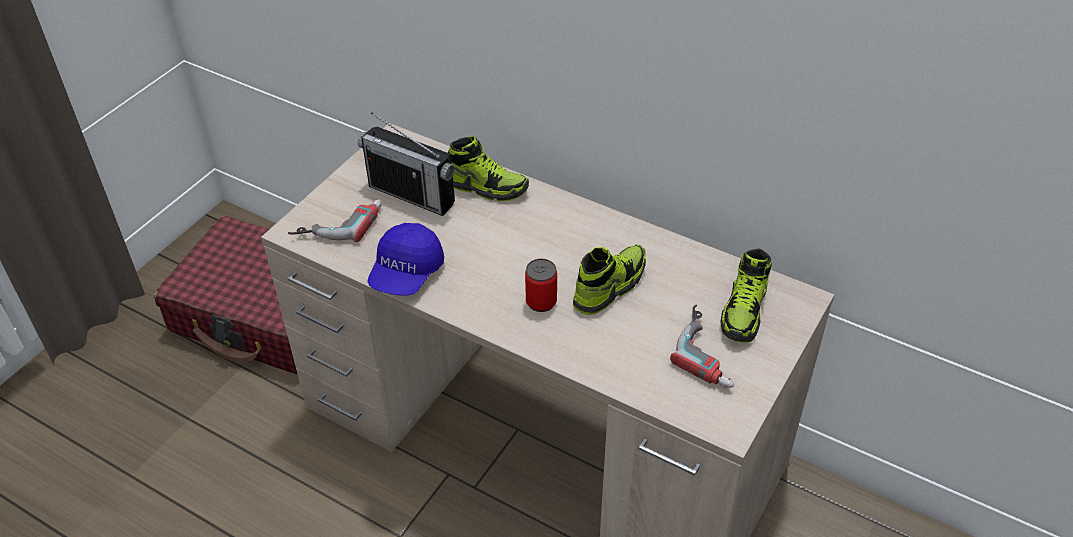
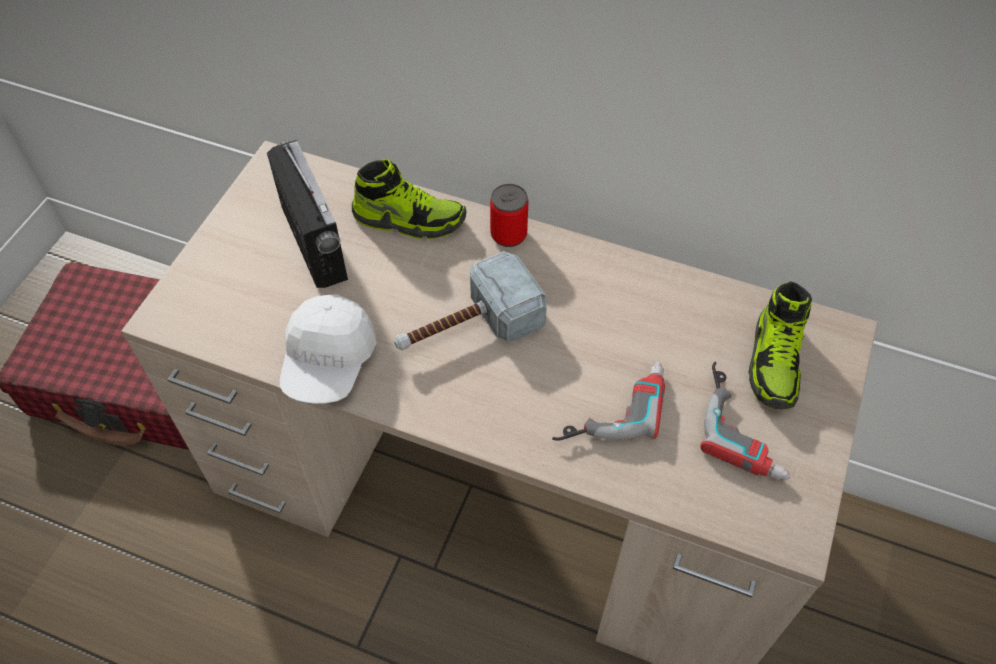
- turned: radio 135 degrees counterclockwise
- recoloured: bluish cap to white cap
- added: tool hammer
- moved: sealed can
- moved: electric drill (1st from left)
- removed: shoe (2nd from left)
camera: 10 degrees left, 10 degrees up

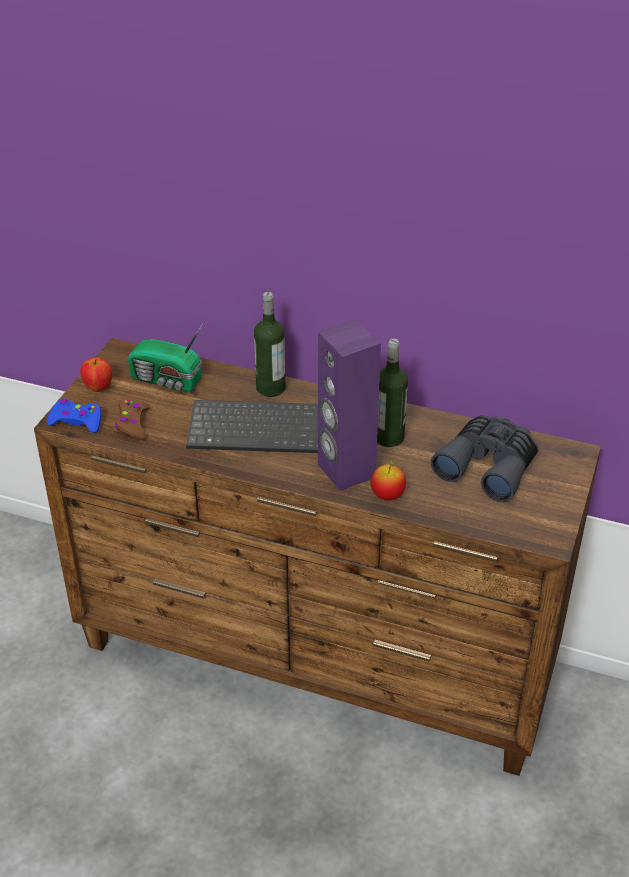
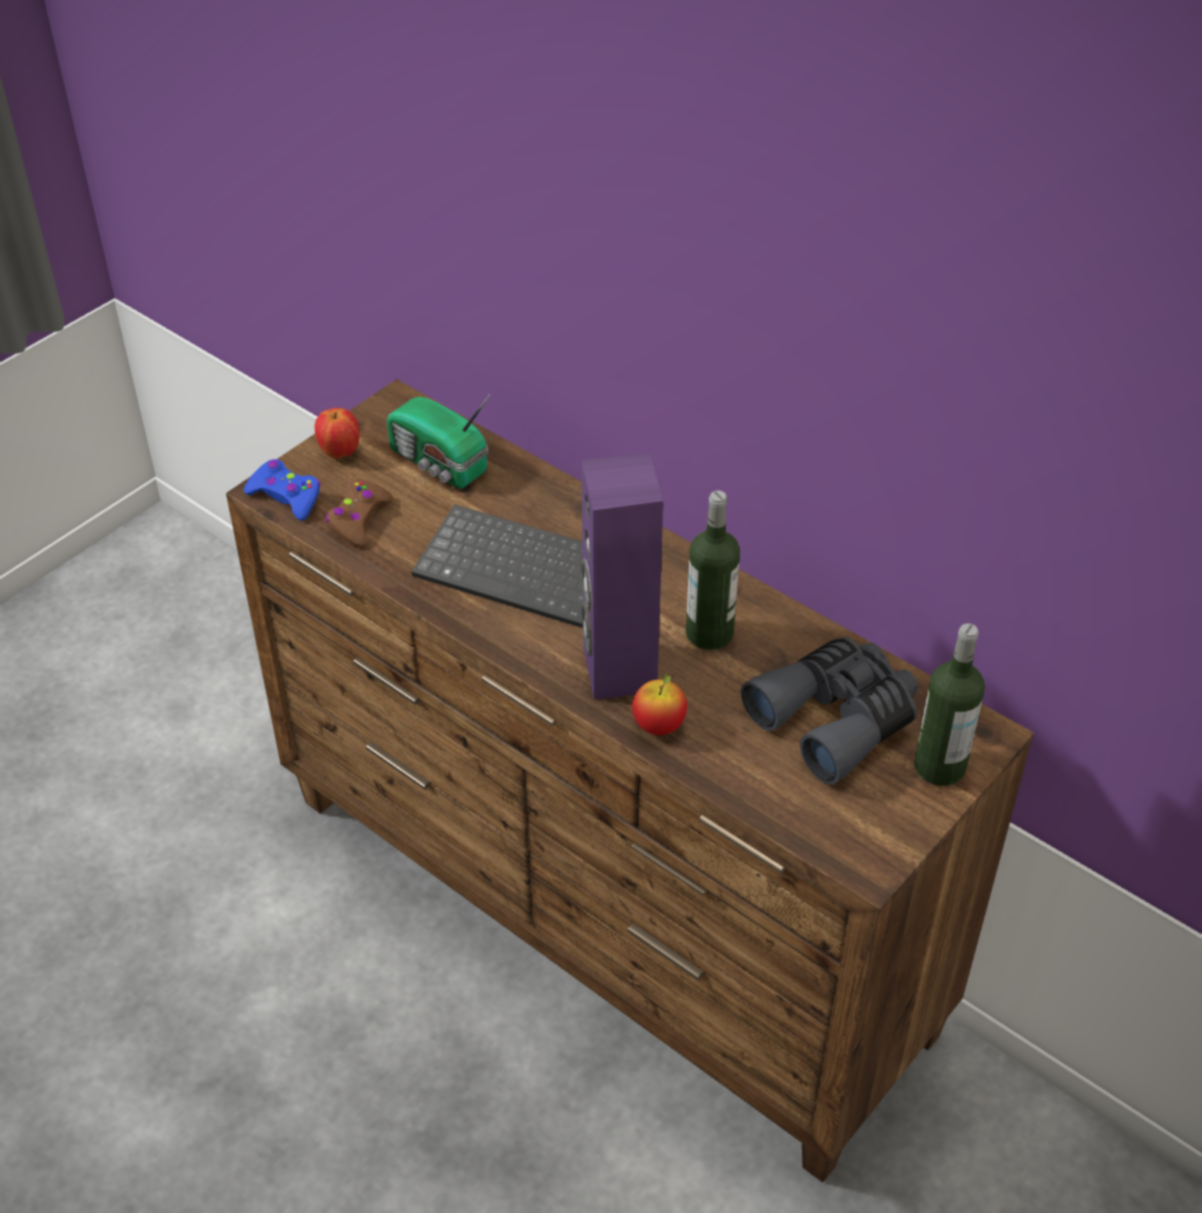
- moved: beverage bottle (1st from left in the first image) to beverage bottle (2nd from left)
camera: 20 degrees right, 5 degrees up

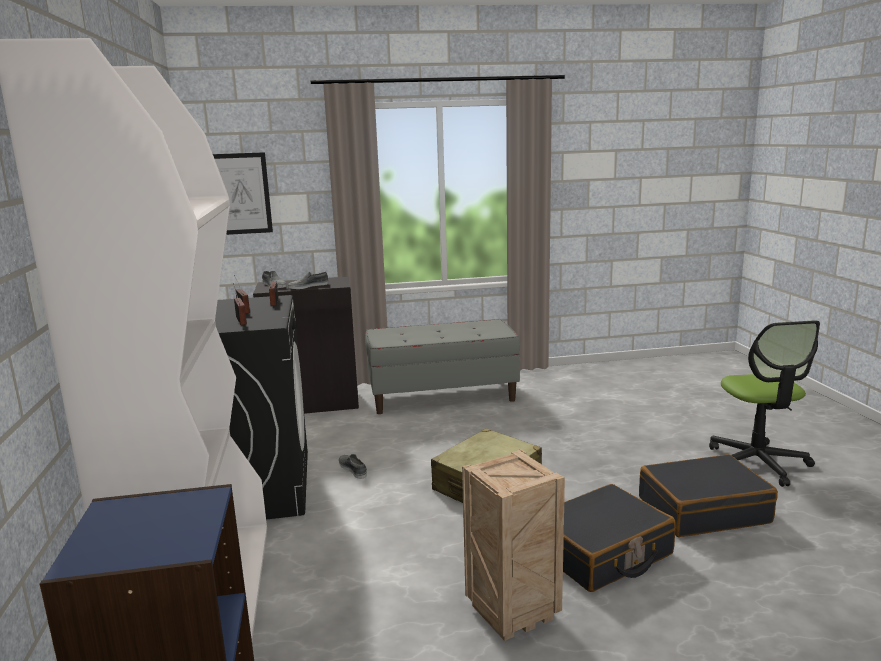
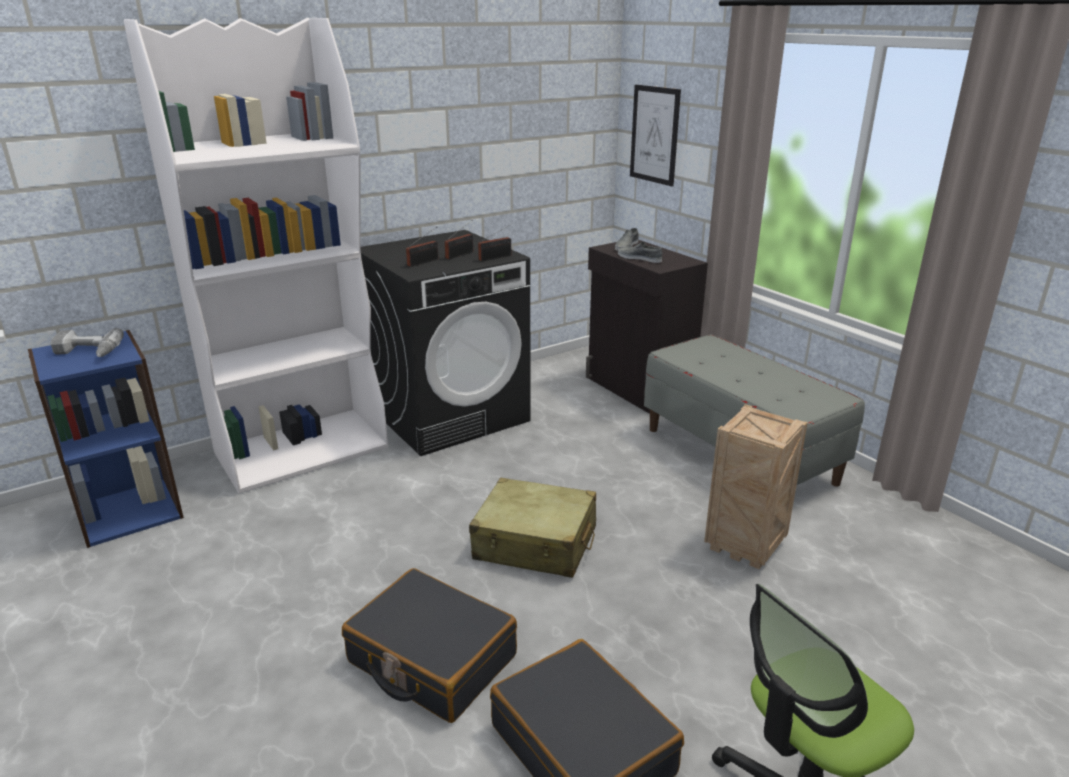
- added: electric drill
- moved: crate
- removed: grey shoe (3rd from left)
camera: 65 degrees right, 10 degrees up

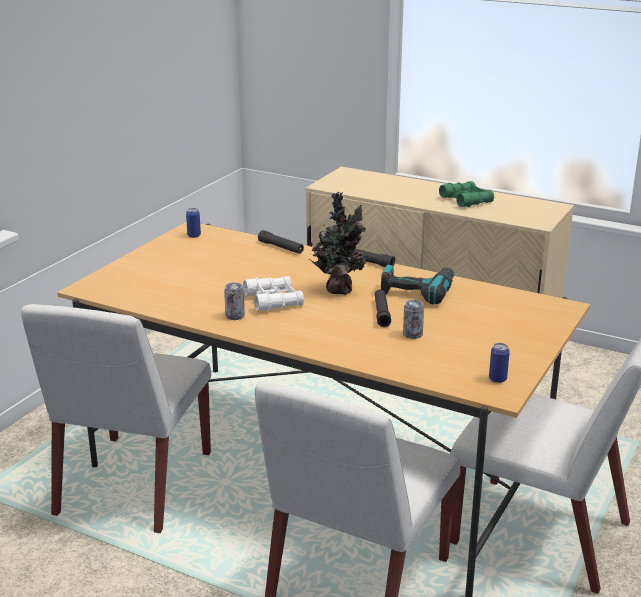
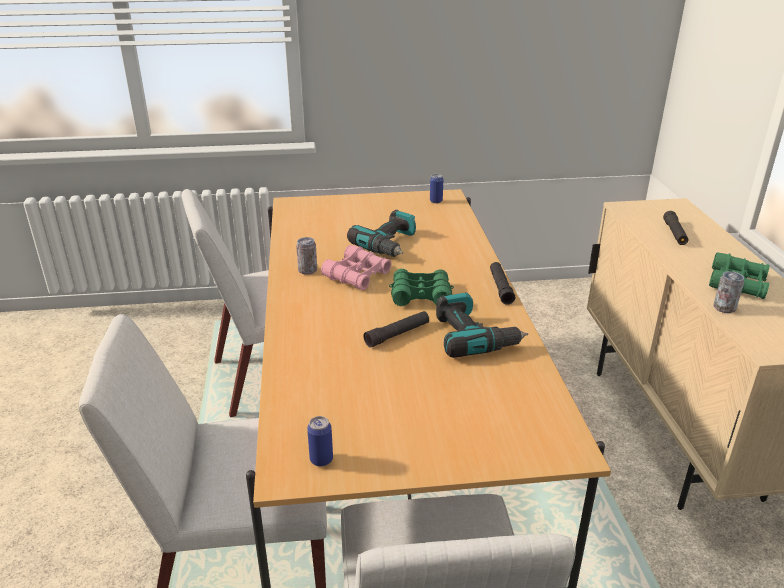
- recoloured: white binoculars to pink binoculars
- added: electric drill (1st from left)
- replaced: plant in a pot to greenish binoculars (1st from left)
- moved: black-coloured flashlight (1st from left in the first image) to black-coloured flashlight (3rd from left)
- moved: sealed can (3rd from left in the first image) to sealed can (4th from left)
camera: 55 degrees right, 5 degrees up

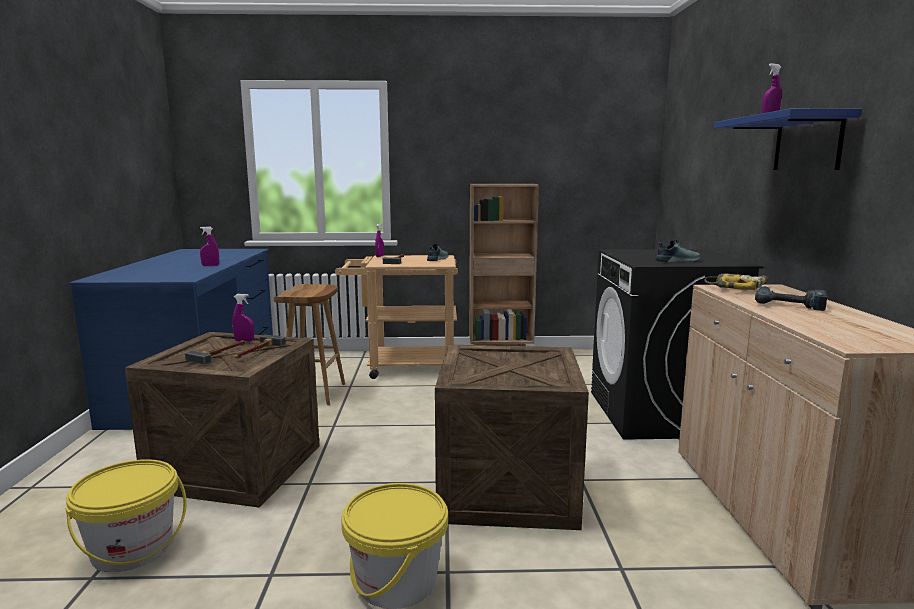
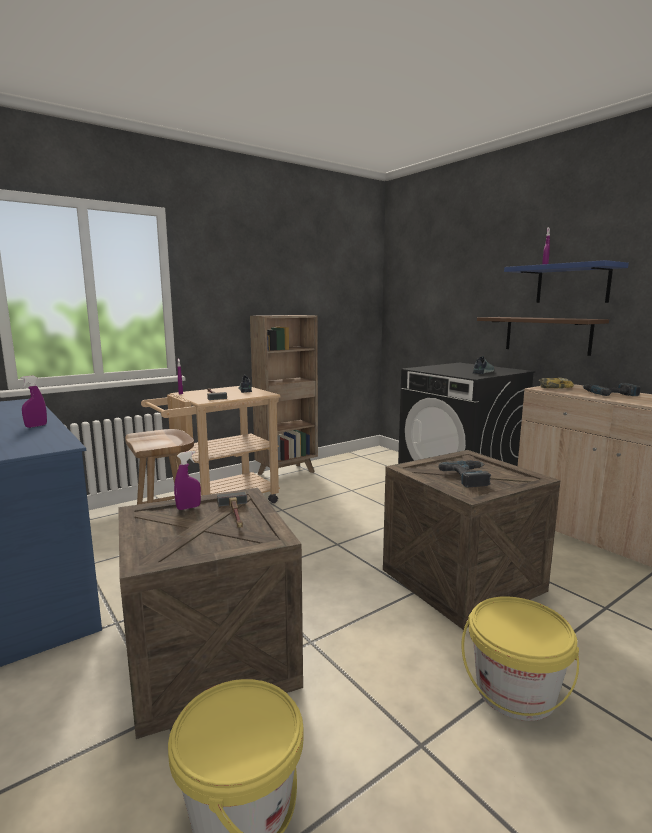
- added: electric drill (1st from left)
- added: brown-coloured wall shelf
- removed: tool hammer (1st from left)
camera: 35 degrees left, 0 degrees up

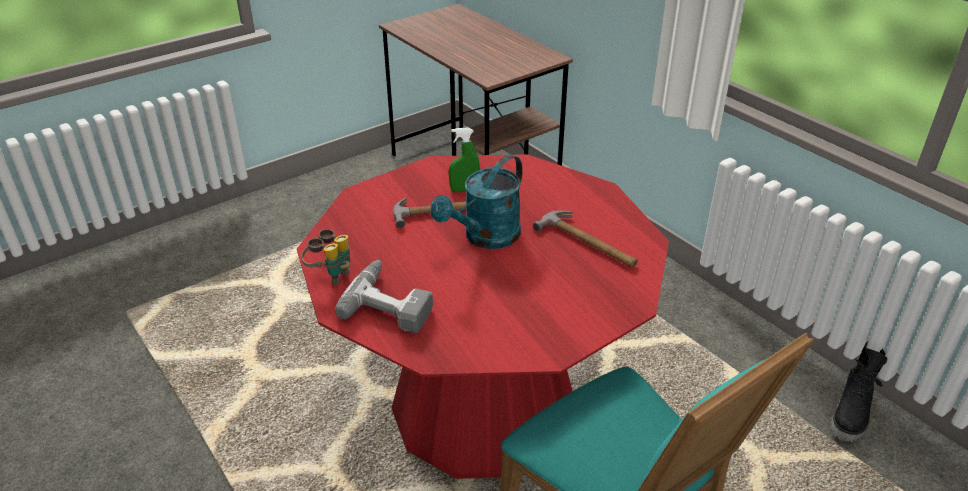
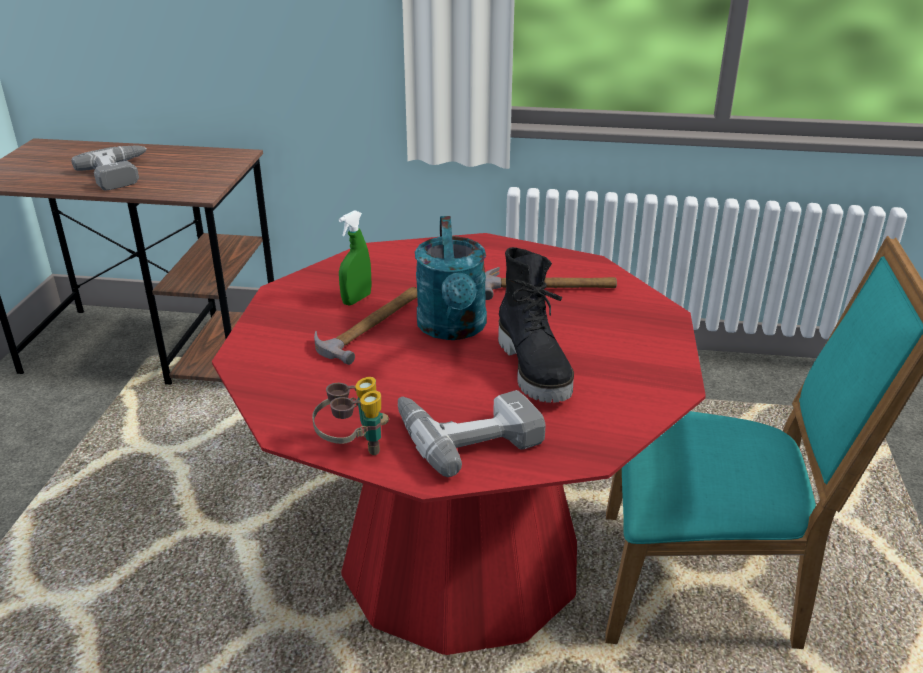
- added: electric drill (1st from left)
- moved: black-coloured tall boot
camera: 45 degrees left, 5 degrees down

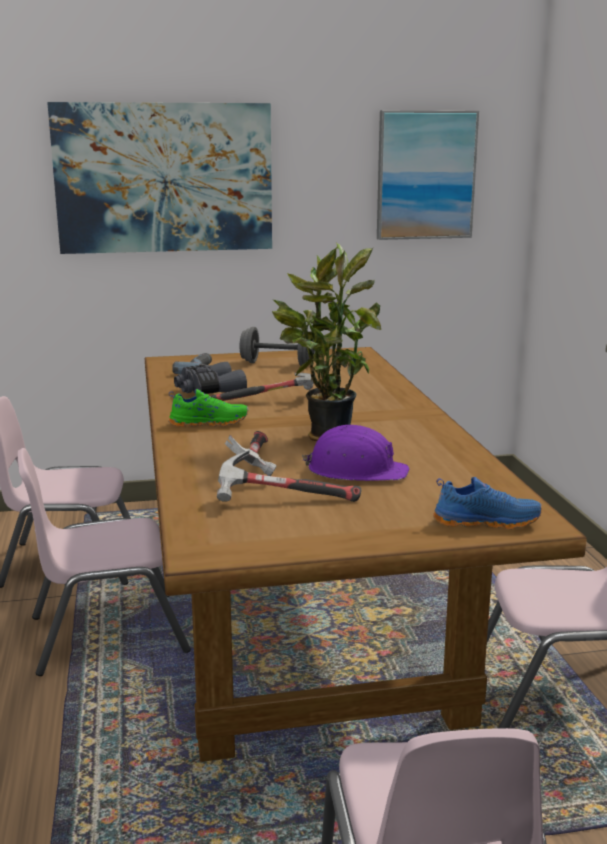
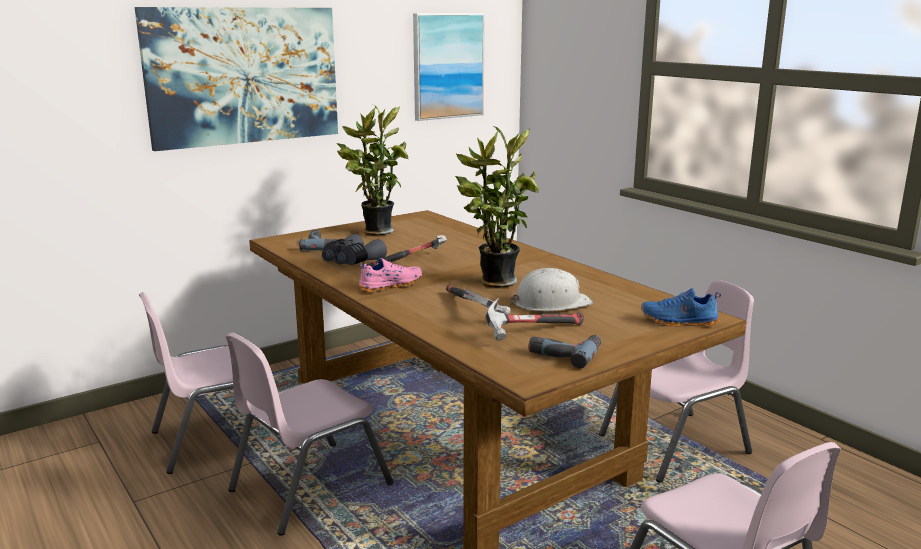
- replaced: grey free weight to plant in a pot (1st from left)
- recoloured: greenish shoe to pink shoe
- recoloured: purple-coloured hard hat to white hard hat
- added: electric drill (2nd from left)
- turned: bluish shoe 150 degrees counterclockwise
camera: 25 degrees left, 0 degrees up

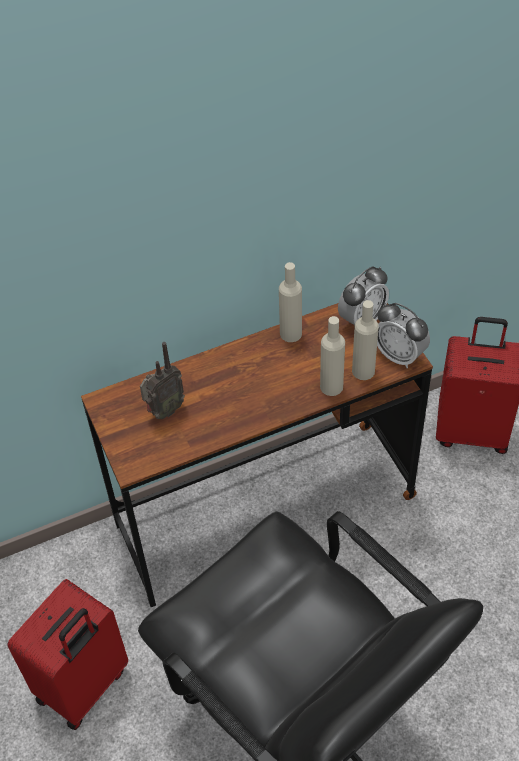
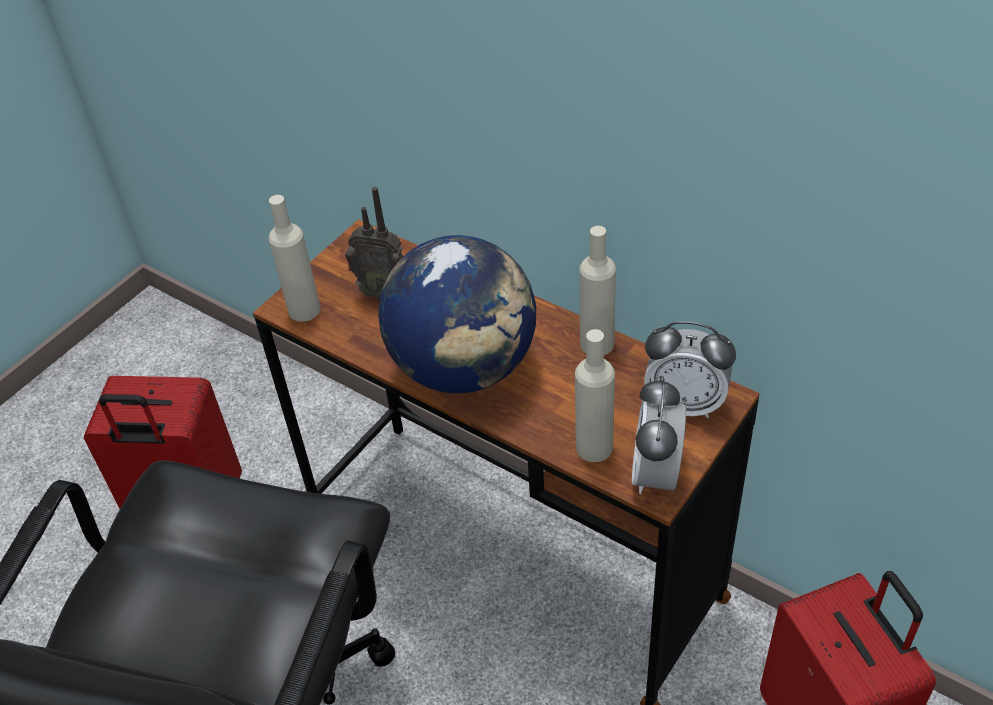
- moved: sand-coloured beverage bottle (2nd from left in the first image) to sand-coloured beverage bottle (1st from left)
- added: desk globe
camera: 60 degrees right, 5 degrees down

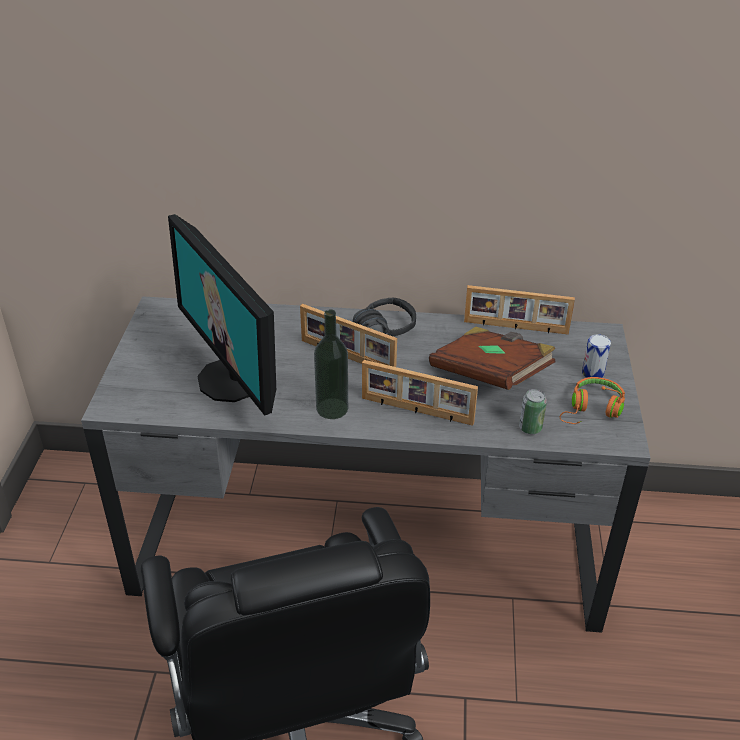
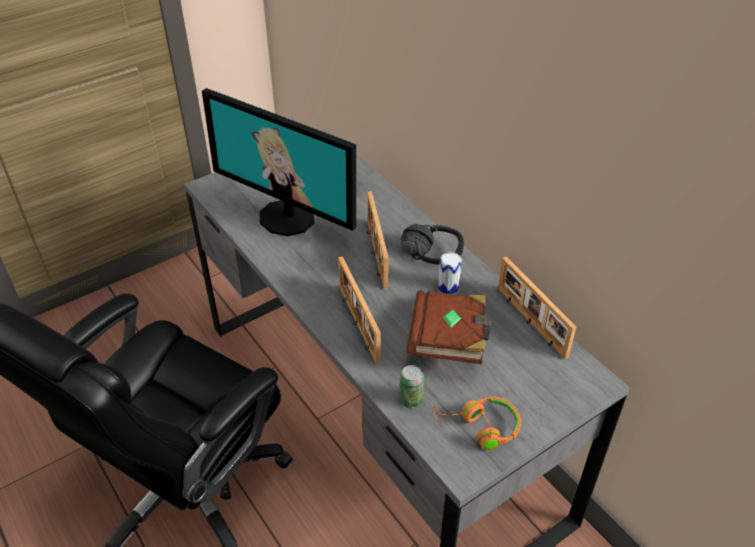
- turned: computer display 75 degrees counterclockwise
- moved: sealed can (2nd from left)
- removed: beverage bottle
camera: 50 degrees right, 5 degrees up

